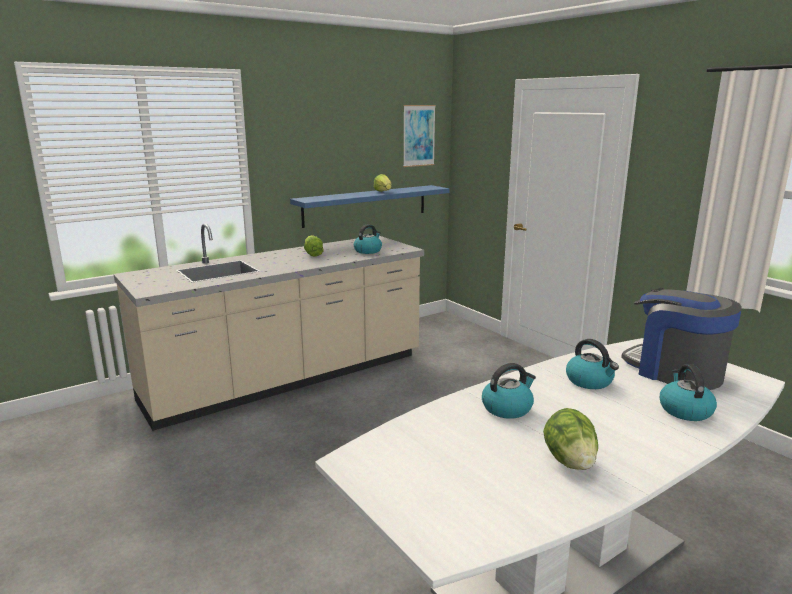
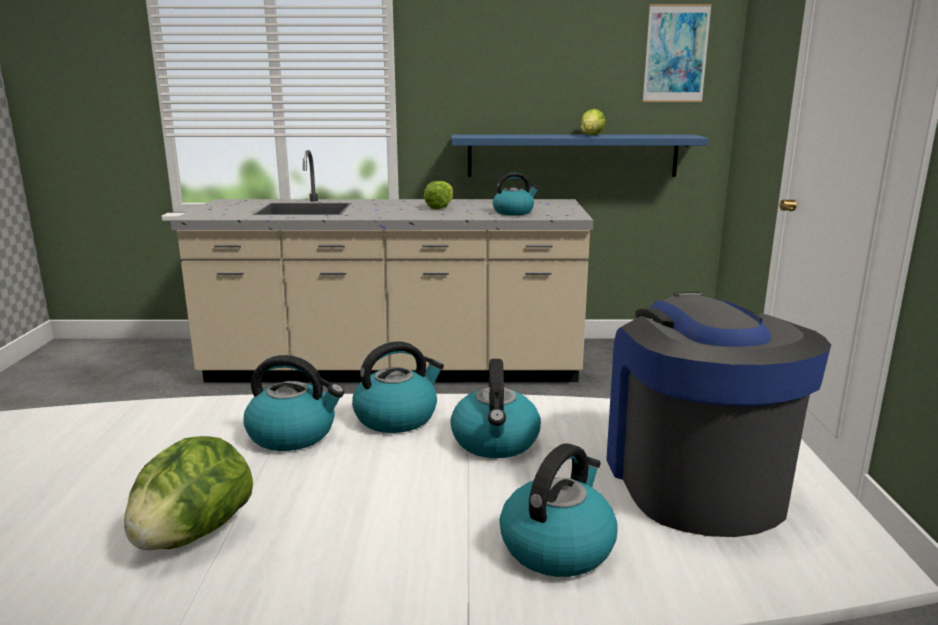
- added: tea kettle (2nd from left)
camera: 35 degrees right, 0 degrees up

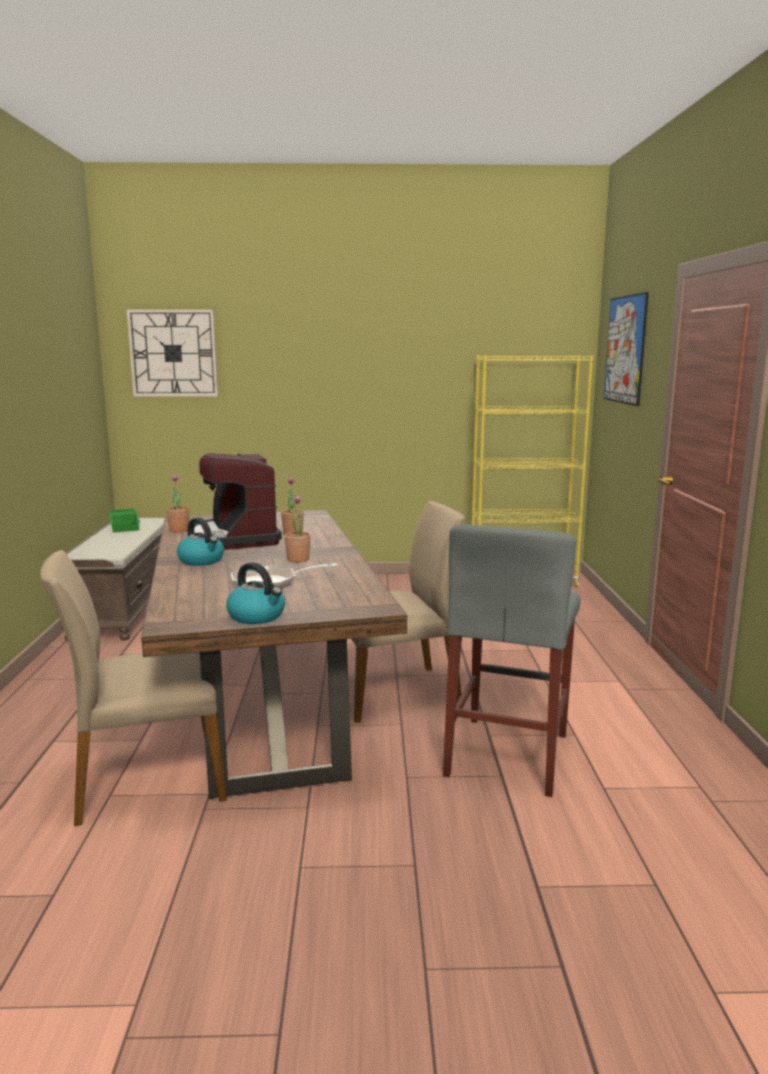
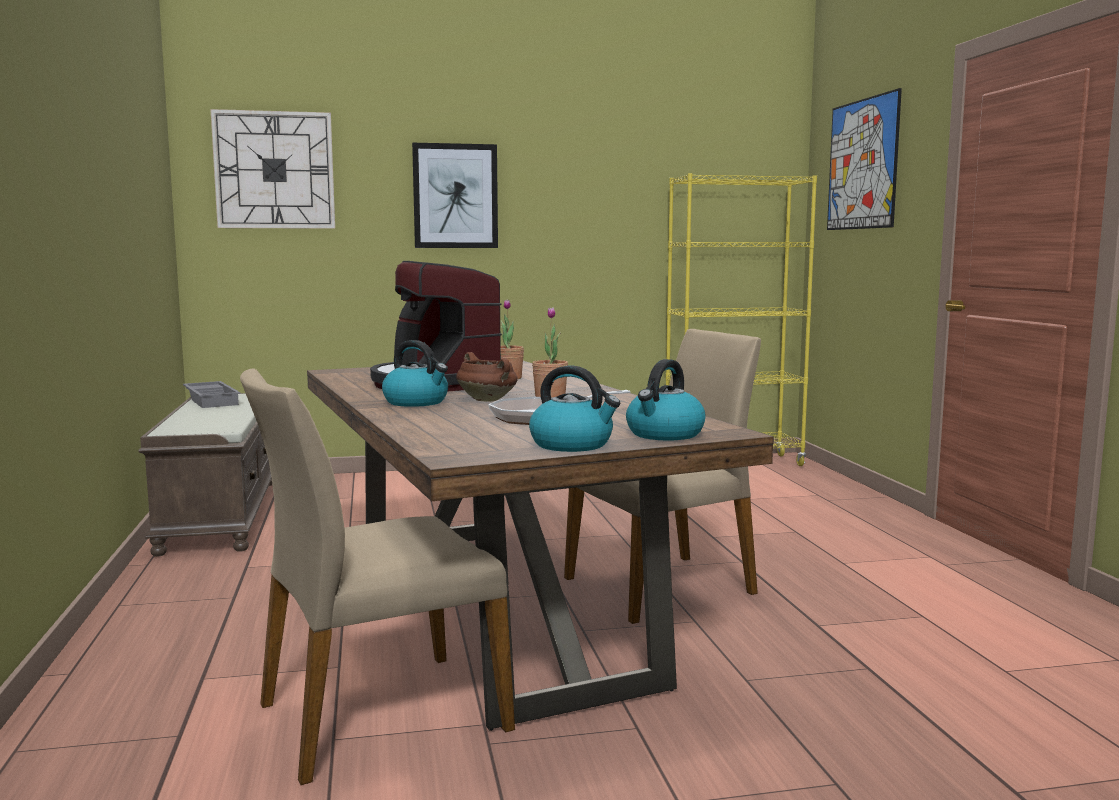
- recoloured: greenish serving tray to grey serving tray
- added: picture (1st from left)
- added: brown-coloured cooking pot
- added: tea kettle (3rd from left)
- removed: plant in a pot (1st from left)
- removed: grey stool
camera: 10 degrees left, 5 degrees down

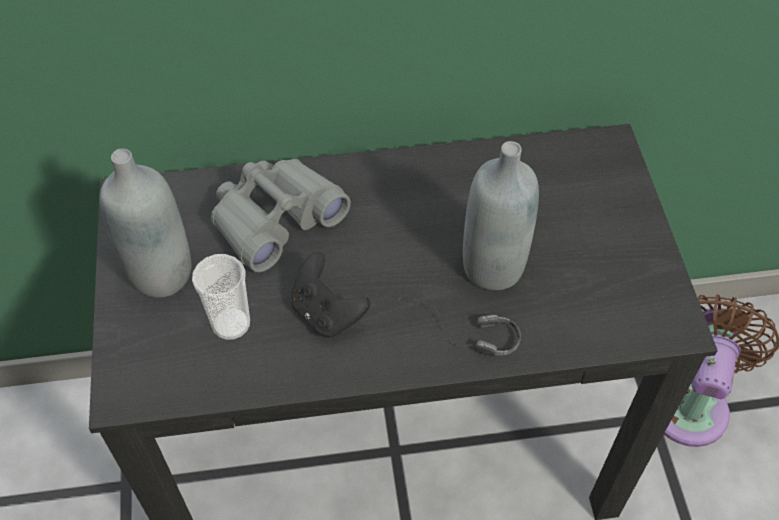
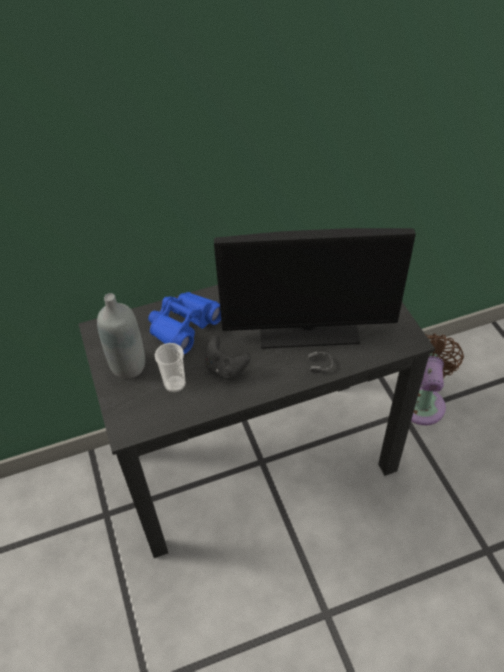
- recoloured: grey binoculars to bluish binoculars
- replaced: grey beverage bottle (2nd from left) to computer display
camera: 10 degrees left, 5 degrees down

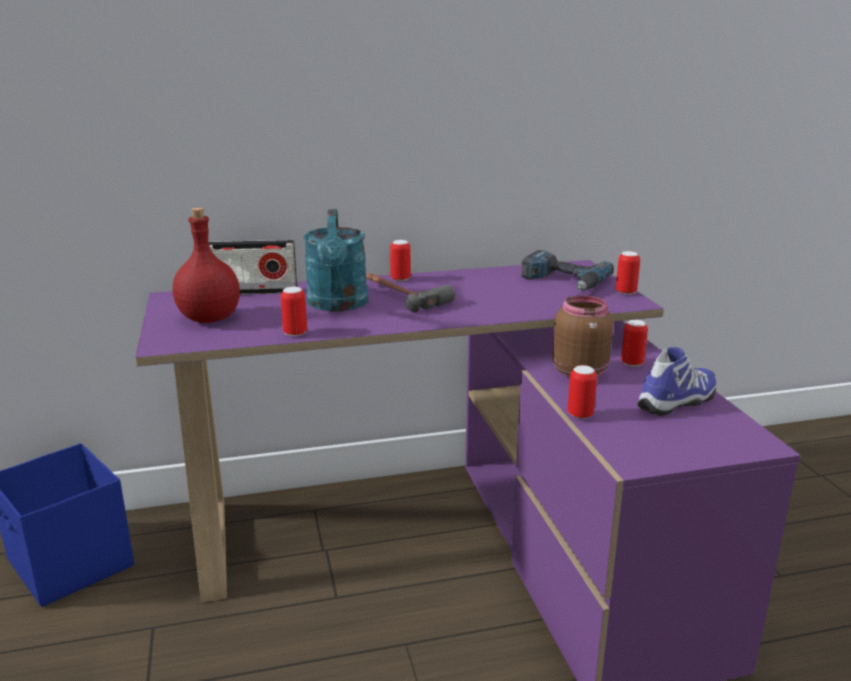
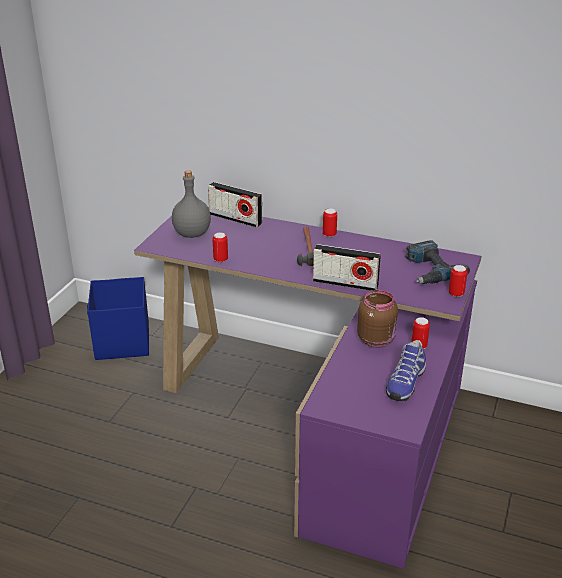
- recoloured: red-coloured beverage bottle to grey beverage bottle
- added: radio (2nd from left)
- turned: shoe 120 degrees clockwise
- removed: blue-green sprinkling can
- removed: sealed can (3rd from left)
camera: 35 degrees right, 10 degrees up

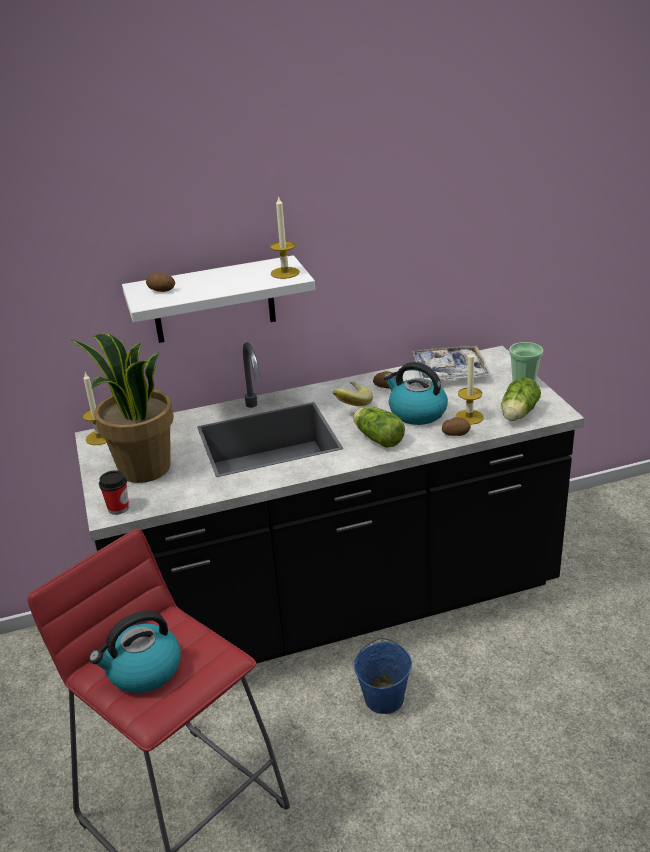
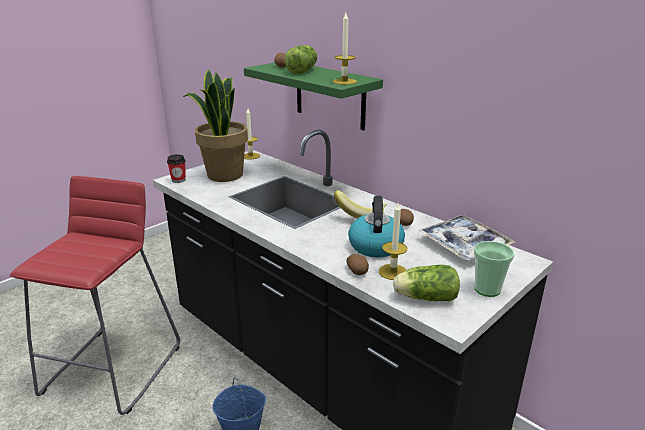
- recoloured: white wall shelf to greenish wall shelf
- moved: lettuce head (1st from left)
- removed: tea kettle (1st from left)
camera: 60 degrees right, 5 degrees down

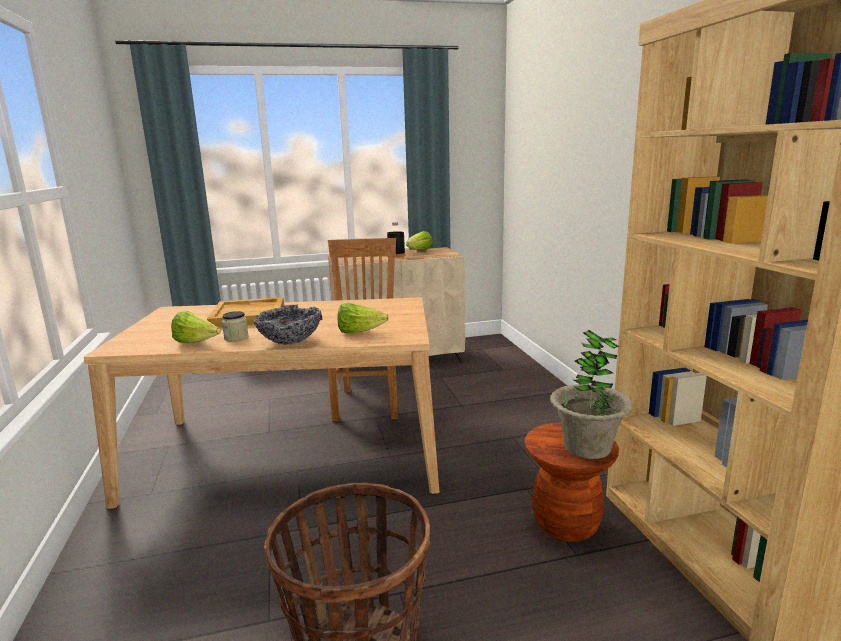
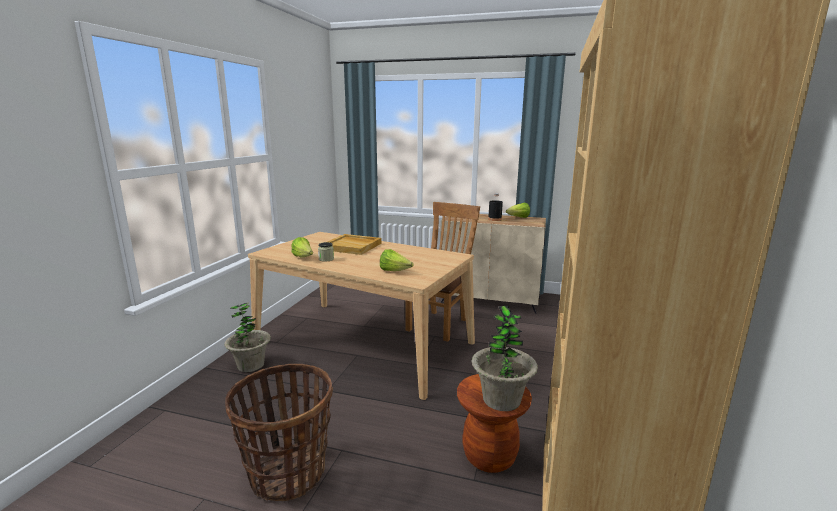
- added: plant in a pot (1st from left)
- removed: serving bowl
camera: 30 degrees right, 0 degrees up

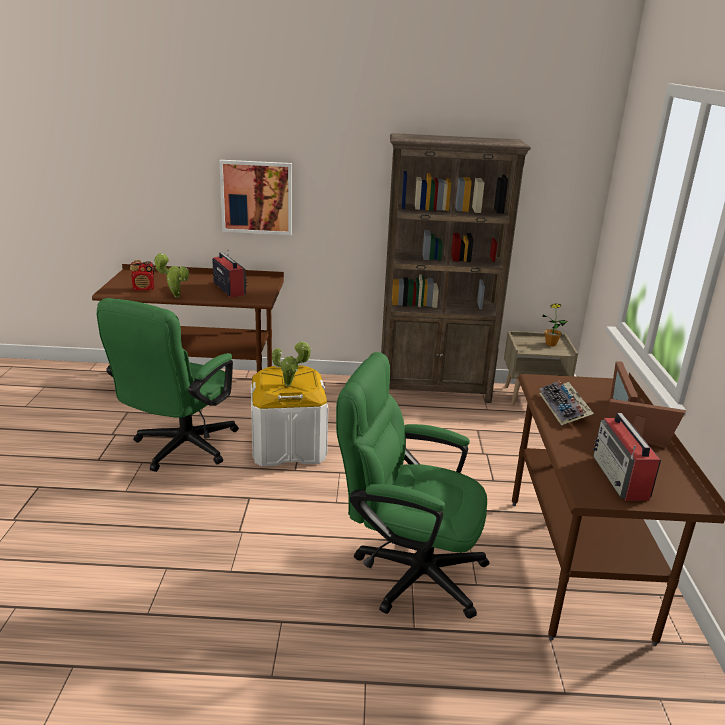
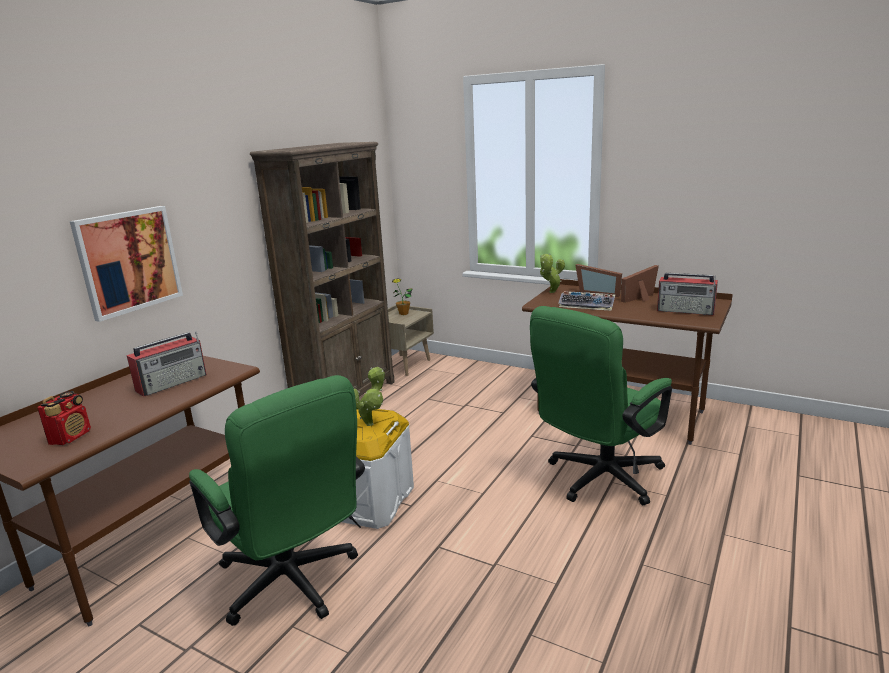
- turned: radio (2nd from left) 135 degrees clockwise
- moved: plant in a pot (1st from left in the first image) to plant in a pot (3rd from left)
camera: 60 degrees left, 5 degrees down

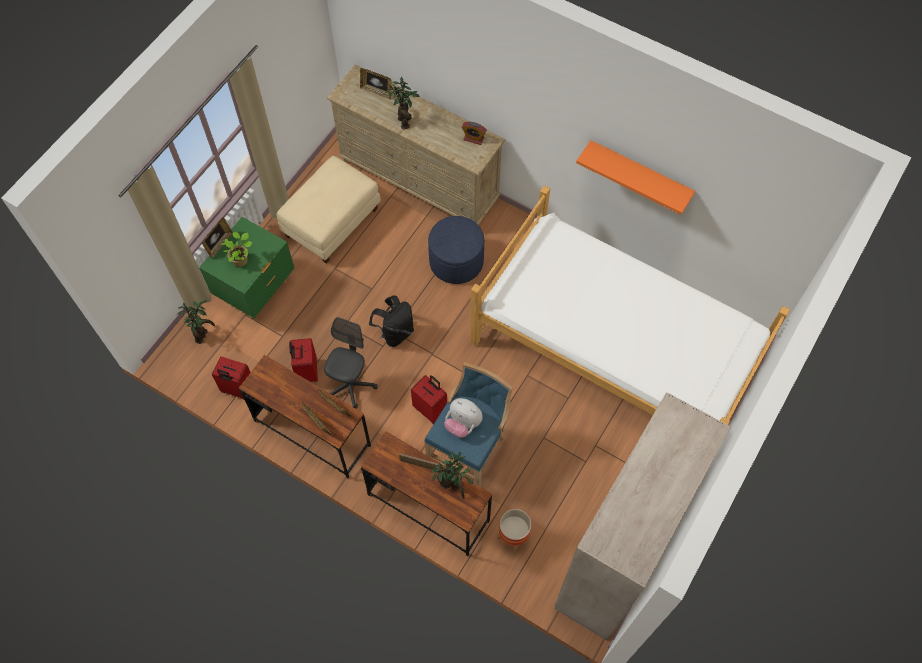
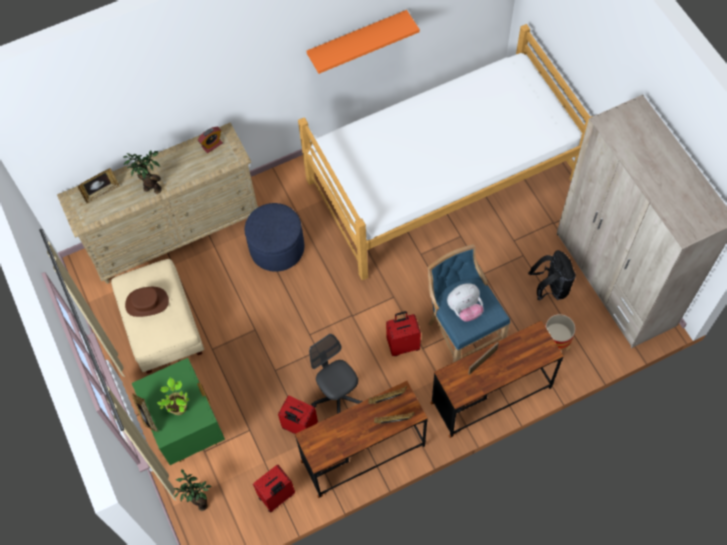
- added: brown-coloured clothing hat
- moved: black-coloured knapsack
- removed: plant in a pot (4th from left)
camera: 55 degrees left, 0 degrees up

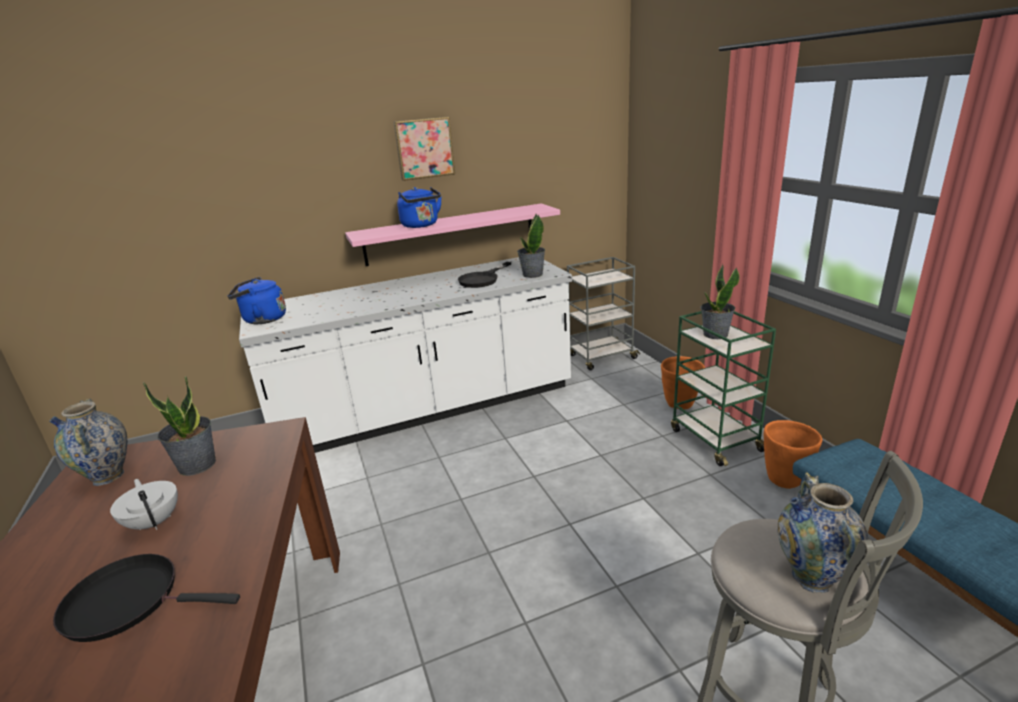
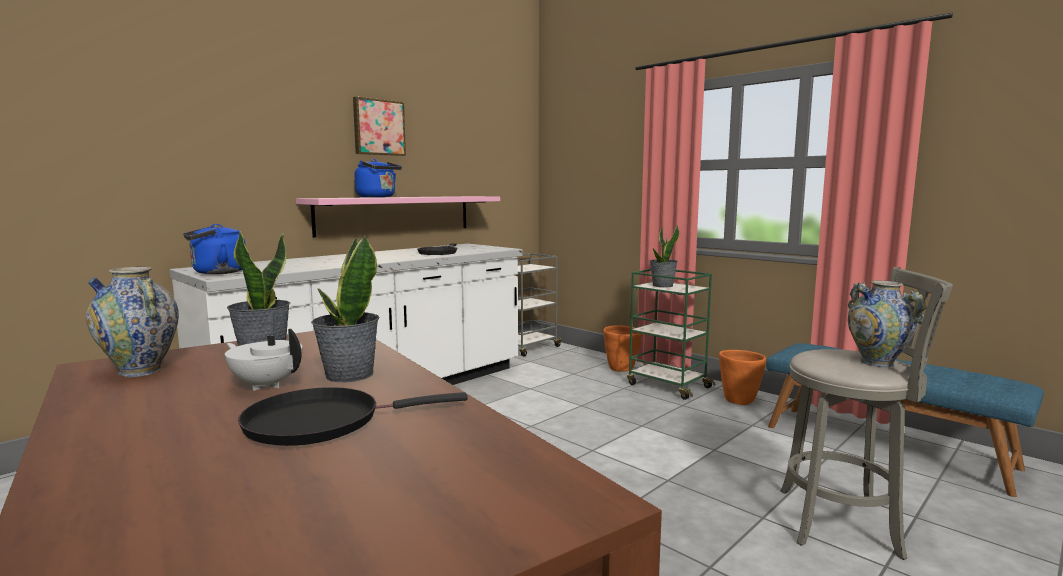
- moved: plant in a pot (2nd from left)
camera: 25 degrees left, 15 degrees down

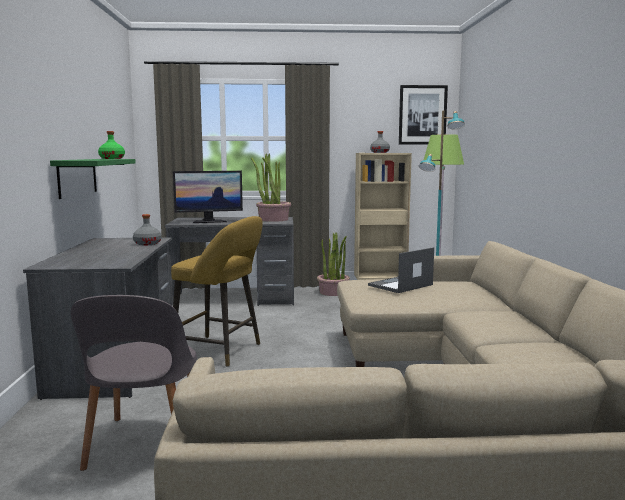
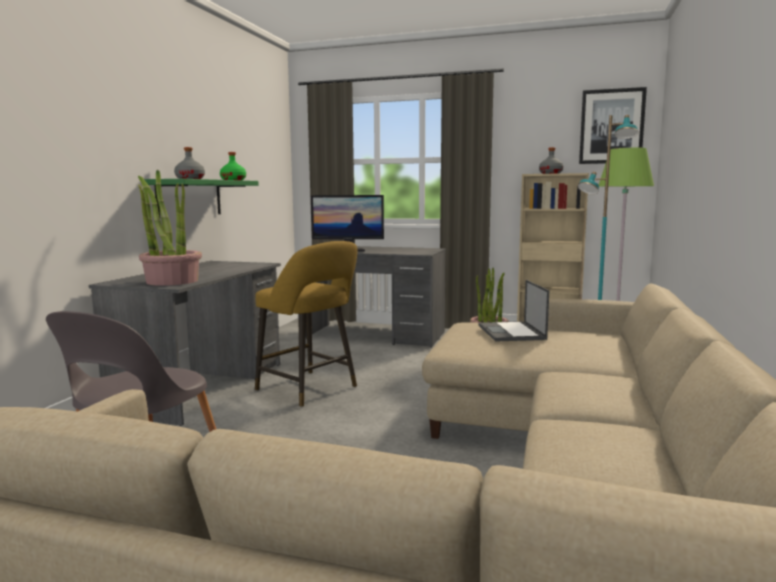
- moved: plant in a pot (1st from left)
- moved: grey beverage bottle (1st from left)
- turned: portable computer 75 degrees counterclockwise
camera: 20 degrees right, 0 degrees up

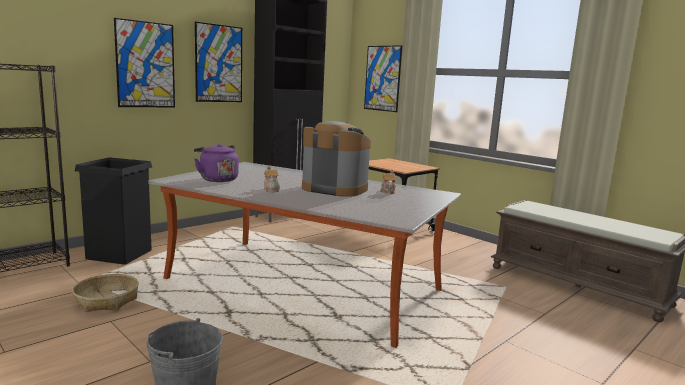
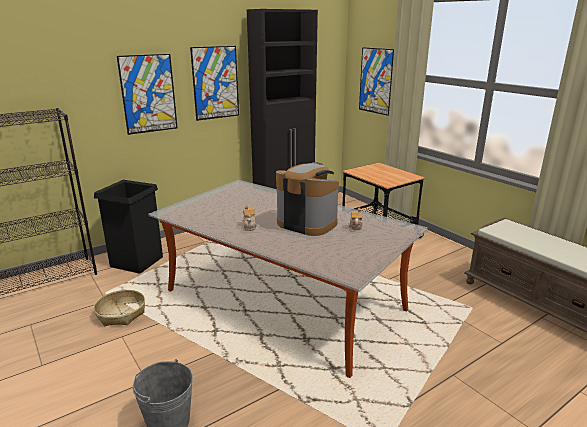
- removed: purple-coloured tea kettle
camera: 10 degrees right, 10 degrees up

